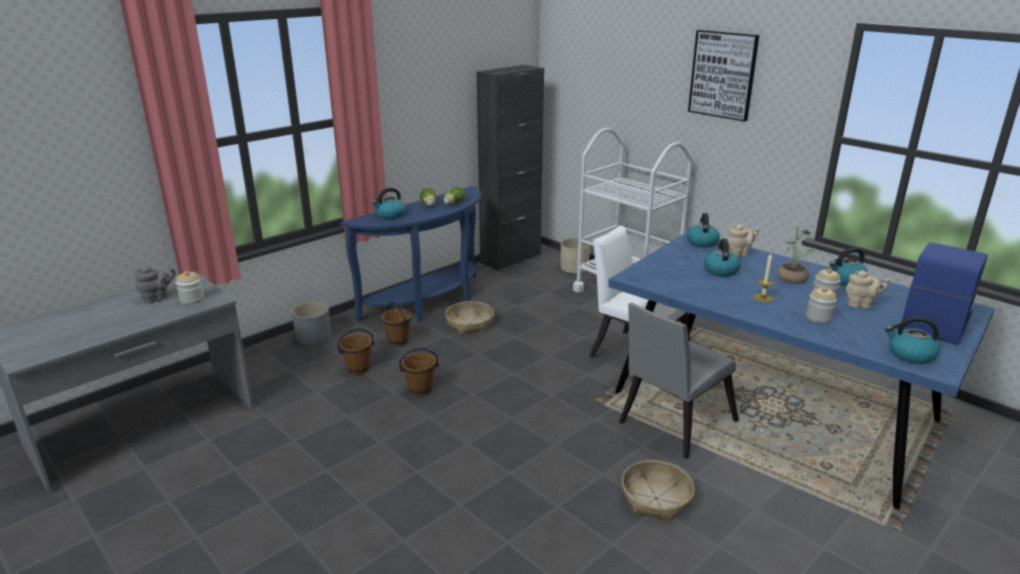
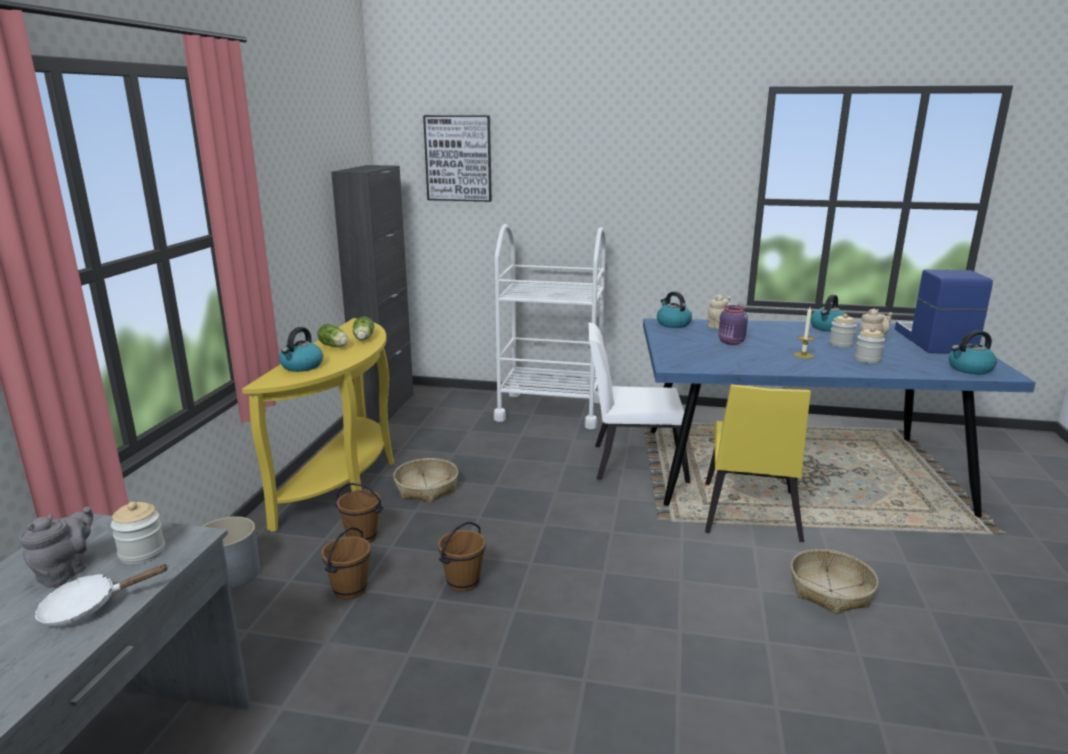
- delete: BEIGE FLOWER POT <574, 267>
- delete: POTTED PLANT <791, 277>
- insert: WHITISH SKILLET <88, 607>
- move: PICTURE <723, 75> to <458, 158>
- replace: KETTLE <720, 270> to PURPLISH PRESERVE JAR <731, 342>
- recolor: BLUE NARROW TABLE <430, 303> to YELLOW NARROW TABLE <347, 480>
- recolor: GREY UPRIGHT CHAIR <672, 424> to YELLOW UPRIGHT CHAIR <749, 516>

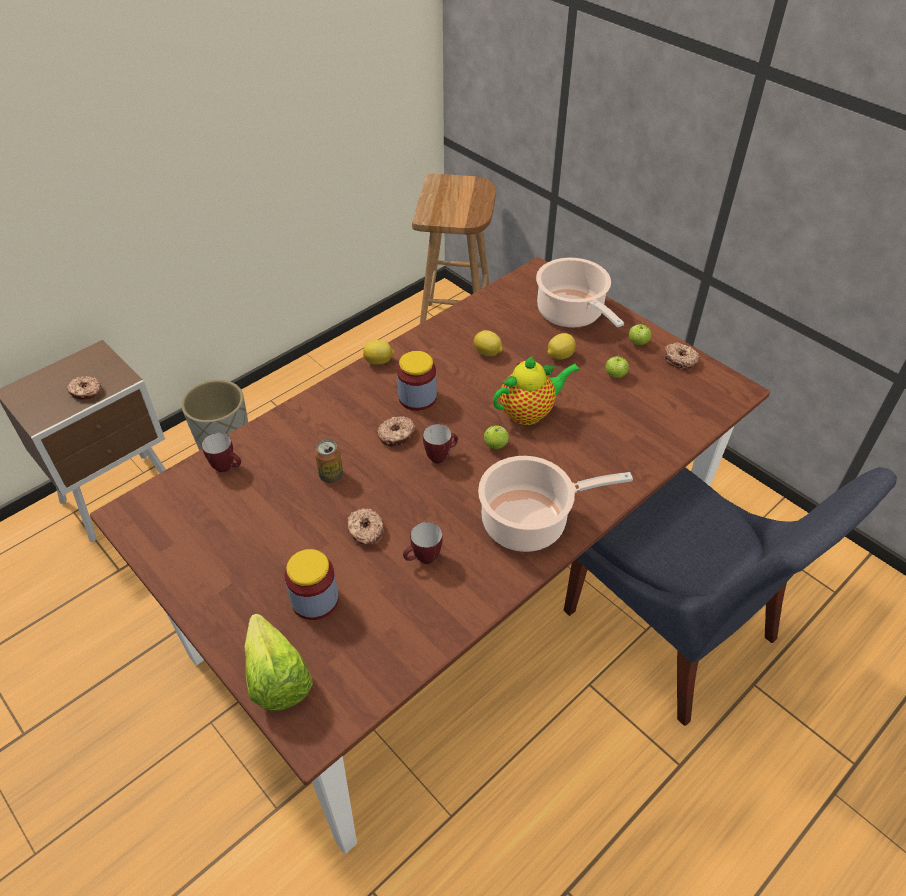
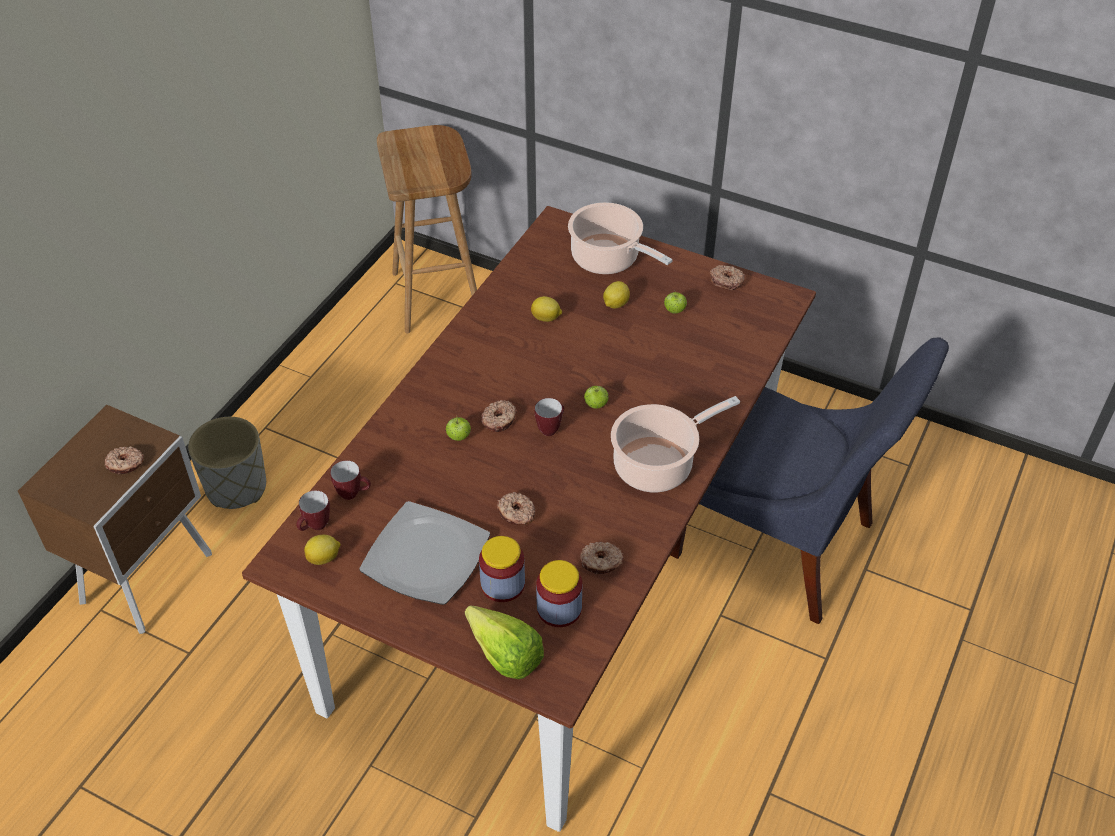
- delete: METAL CAN <331, 475>
- delete: TEAPOT <529, 412>
- insert: DINNER PLATE <427, 556>
- insert: RING DOUGHNUT <601, 562>
- move: WHOLE LEMON <379, 361> to <324, 558>
- move: PRESERVE JAR <417, 397> to <559, 609>
- move: MUG <423, 560> to <315, 527>
- move: WHOLE APPLE <638, 343> to <458, 437>

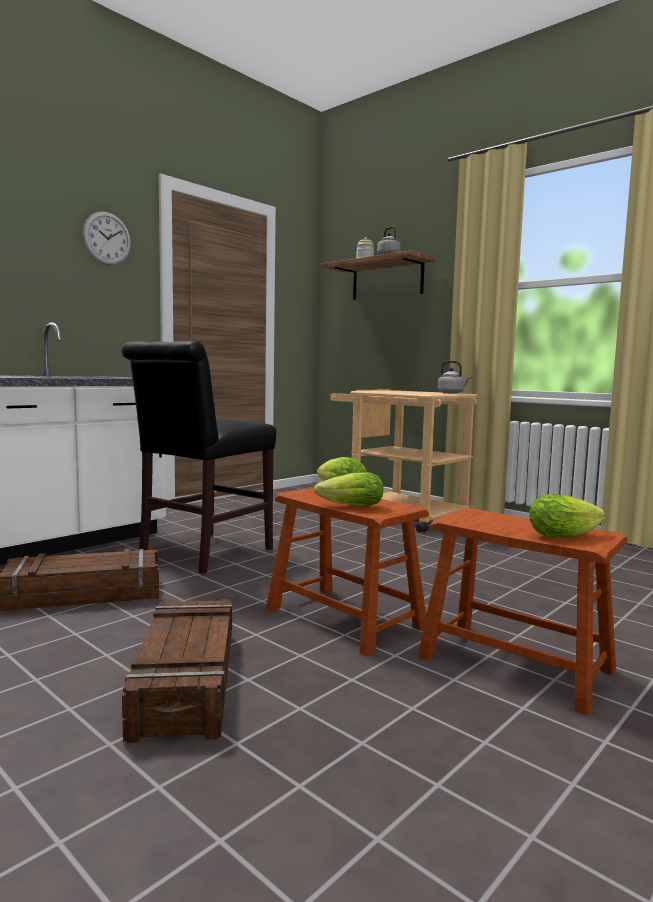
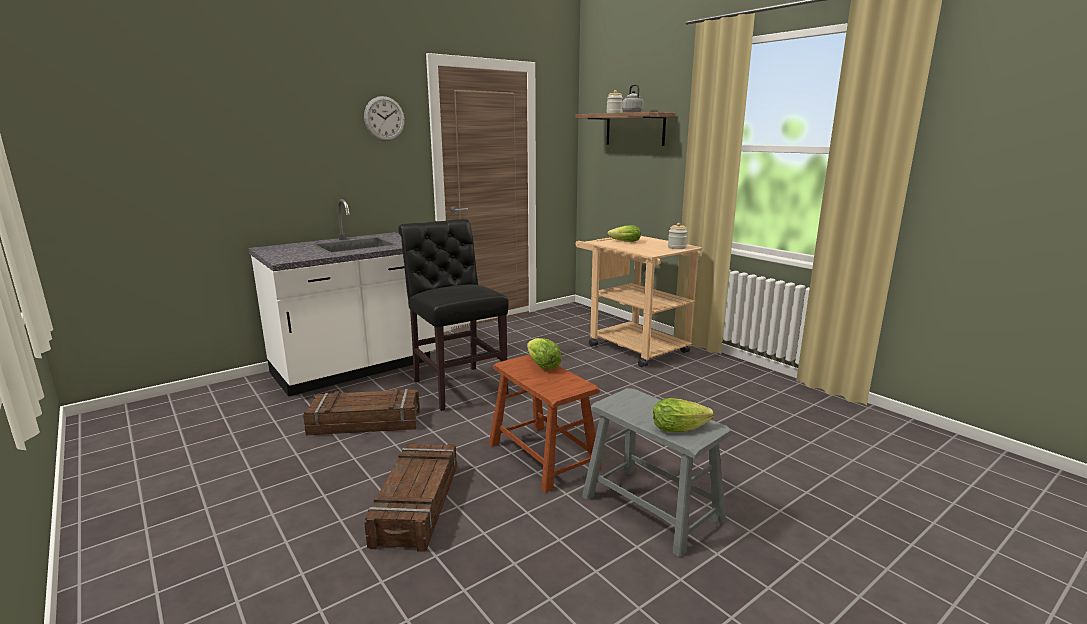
- move: LETTUCE HEAD <347, 506> to <623, 241>
- replace: GREY KETTLE <452, 393> to PRESERVE JAR <677, 247>
- recolor: BROWNISH SITTING STOOL <515, 663> to GREY SITTING STOOL <651, 508>
- rotate: BLACK UPRIGHT CHAIR <201, 554> = <457, 386> 105 degrees clockwise

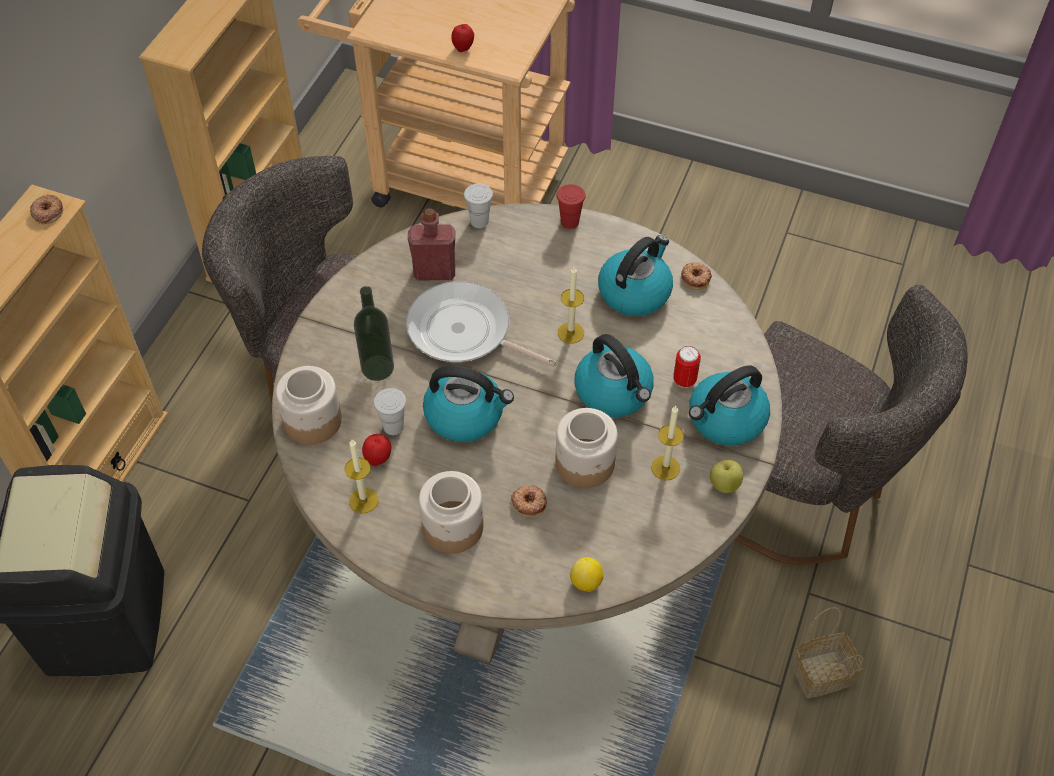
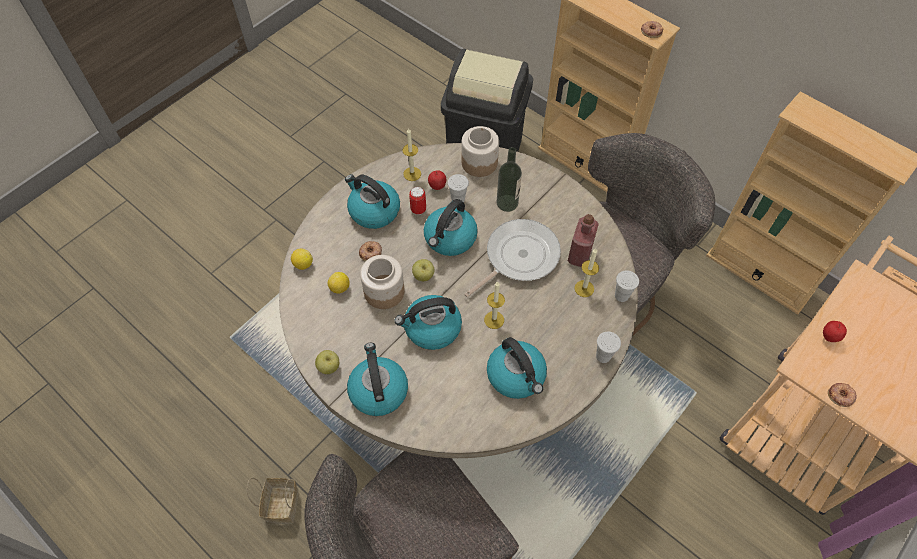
- insert: WHOLE LEMON <340, 288>
- insert: WHOLE APPLE <423, 276>
- move: WAX CANDLE <665, 468> to <584, 288>
- move: METAL CAN <684, 380> to <418, 209>
- move: RING DOUGHNUT <696, 278> to <841, 396>
- replace: PRESERVE JAR <453, 526> to KETTLE <373, 211>
- recolor: REDDISH SMALL CUP <570, 222> to WHITISH SMALL CUP <603, 356>

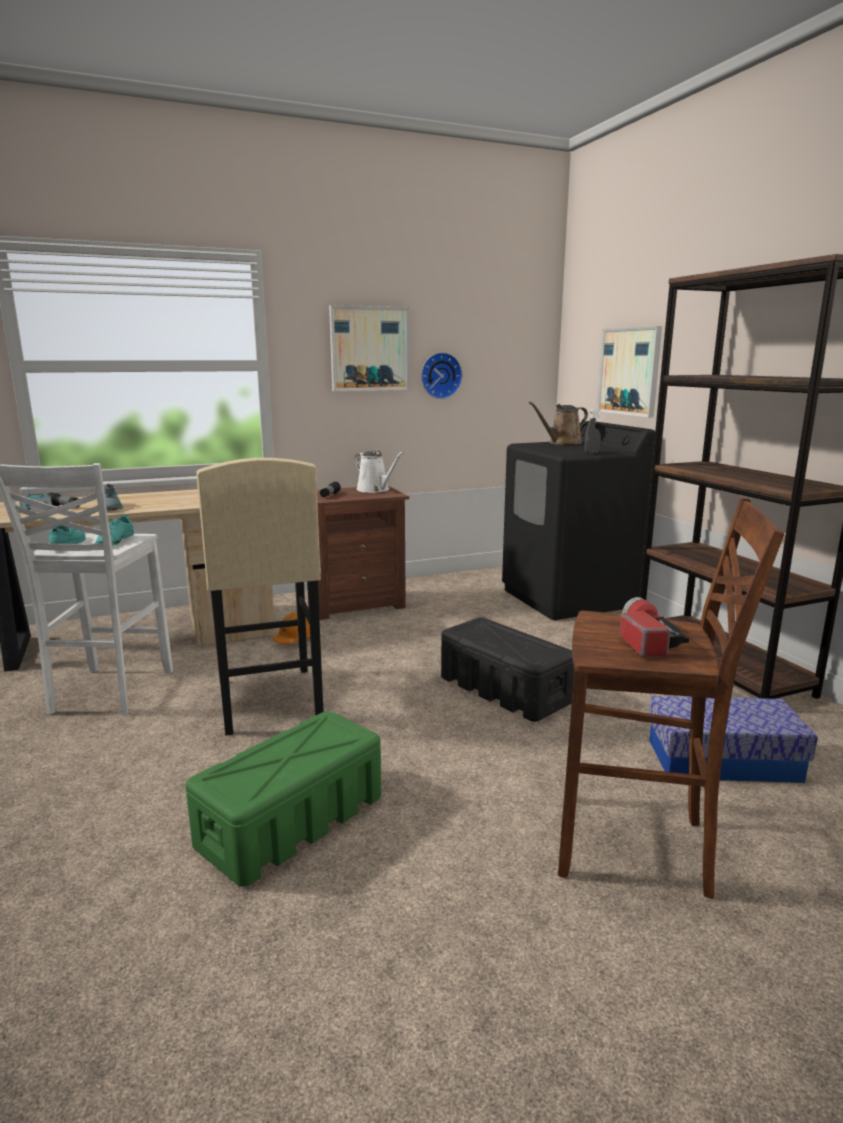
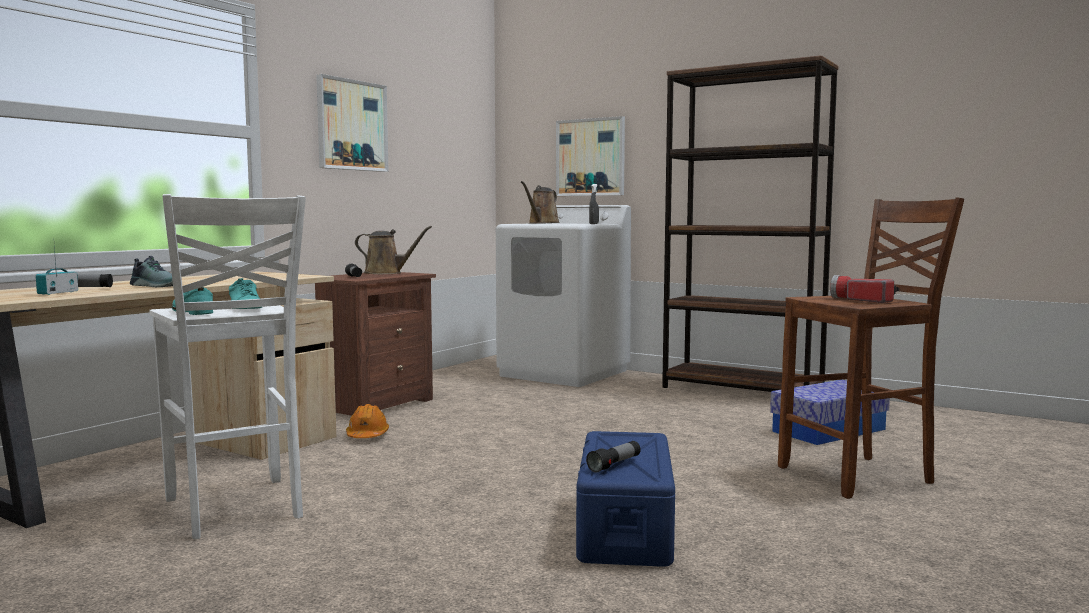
- delete: BEIGE SITTING STOOL <268, 700>
- delete: WALL CLOCK <440, 375>
- delete: BLACK STORAGE BOX <505, 690>
- insert: TORCH <614, 465>
- recolor: GREENISH STORAGE BOX <291, 821> to BLUE STORAGE BOX <625, 528>
- recolor: WHITISH SPRINKLING CAN <375, 490> to BROWNISH SPRINKLING CAN <386, 273>
- recolor: BLACK LAUNDRY APPLIANCE <568, 598> to WHITISH LAUNDRY APPLIANCE <564, 373>

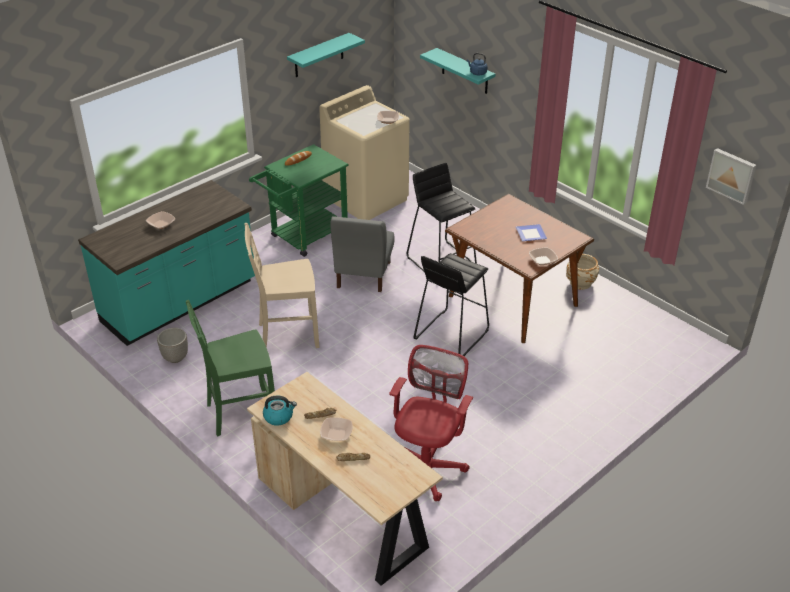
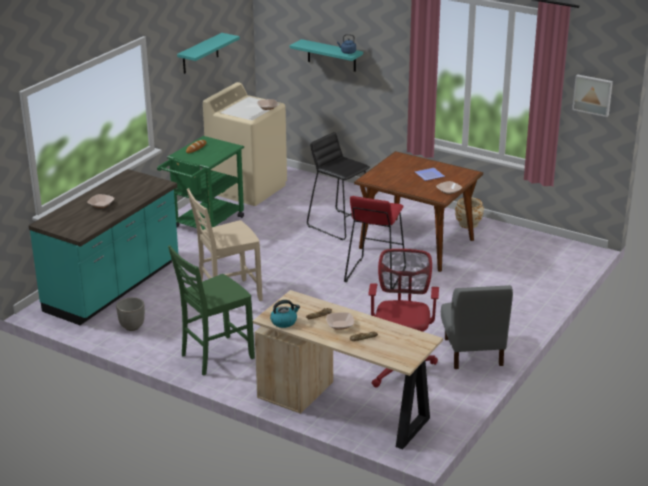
- move: GREY UPRIGHT CHAIR <363, 275> to <473, 352>
- recolor: BLACK SITTING STOOL <451, 335> to REDDISH SITTING STOOL <375, 275>

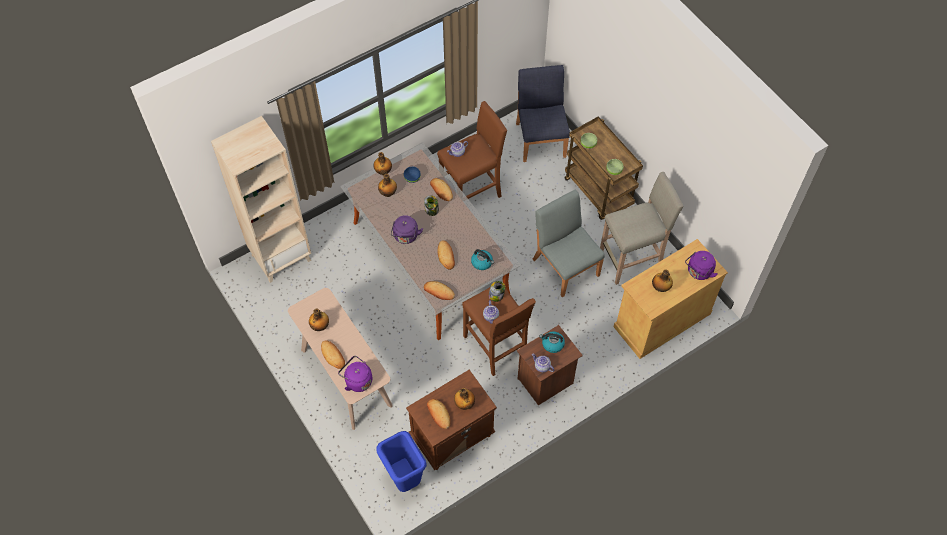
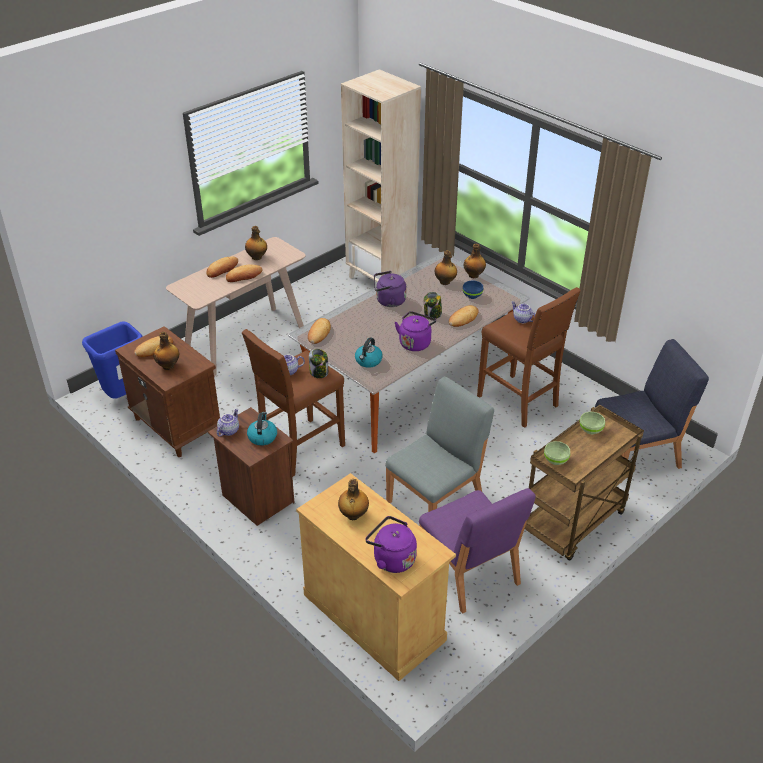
- move: PURPLISH KETTLE <357, 380> to <415, 342>
- move: BAKERY BREAD <446, 256> to <244, 276>
- replace: BEIGE SITTING STOOL <632, 260> to PURPLISH UPRIGHT CHAIR <469, 572>

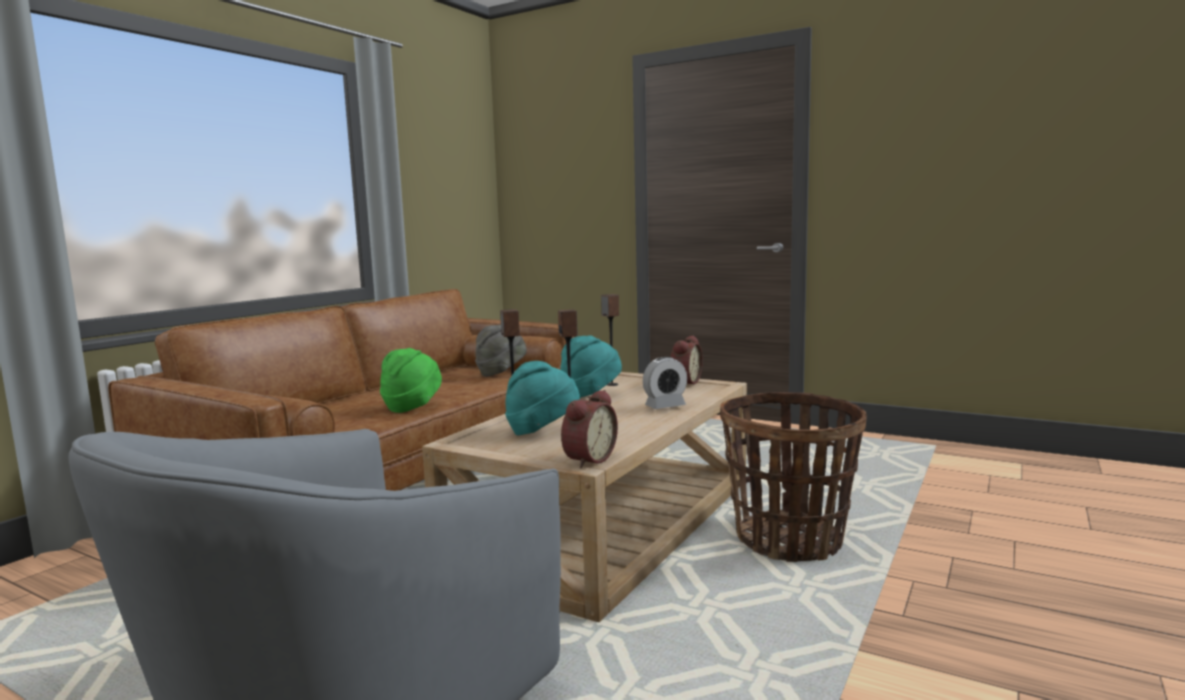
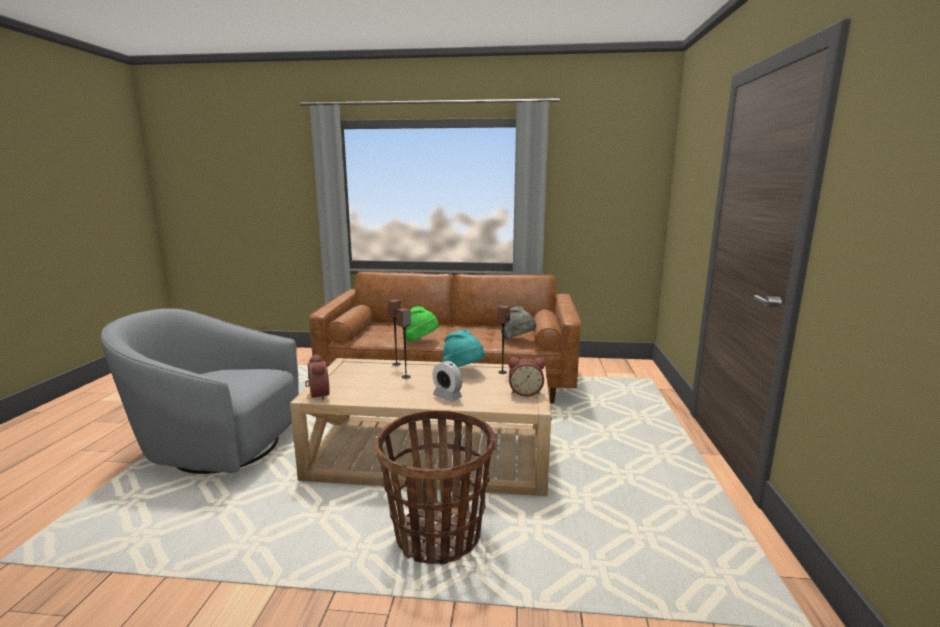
- delete: BLUE-GREEN WEARABLE HAT <542, 432>
- rotate: ALARM CLOCK <587, 459> = <317, 395> 120 degrees counterclockwise

